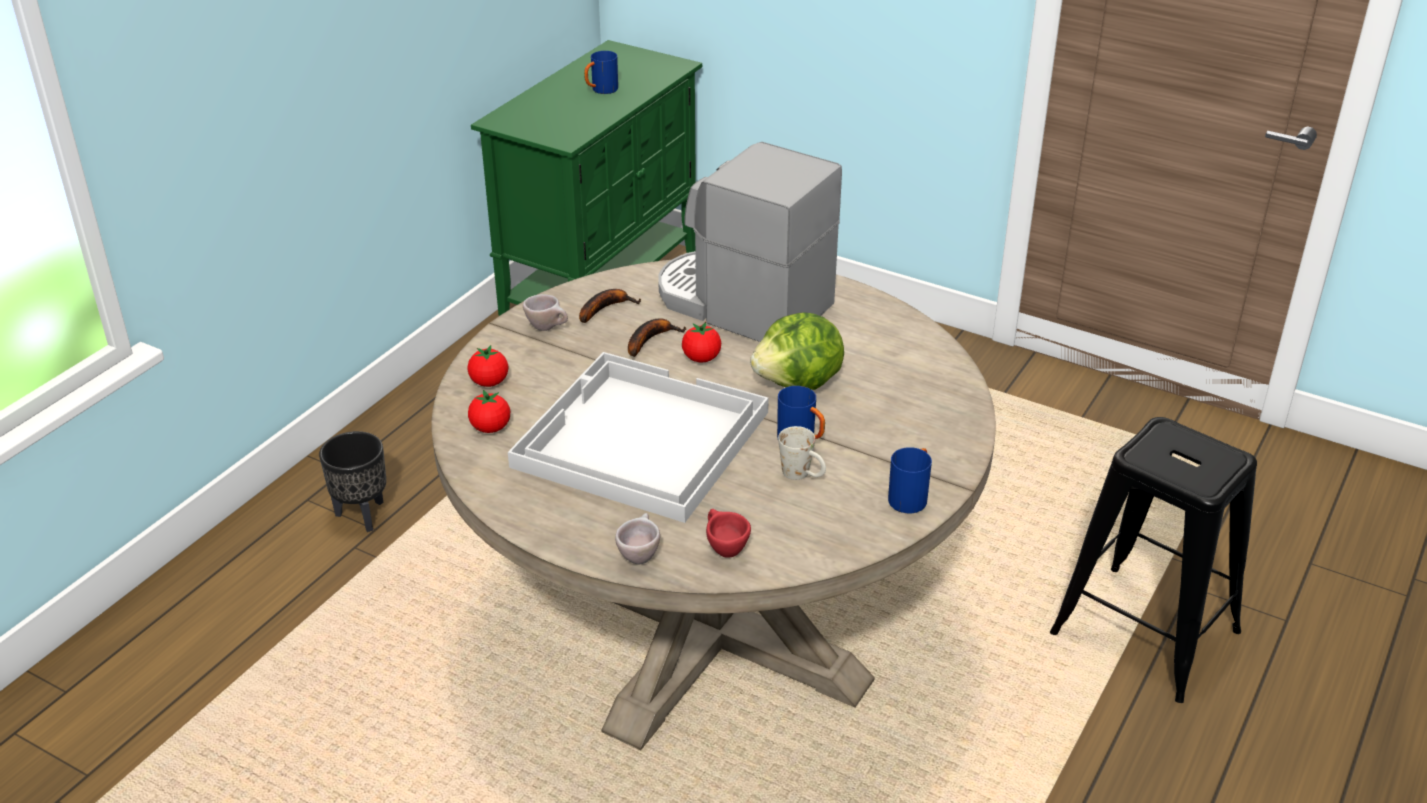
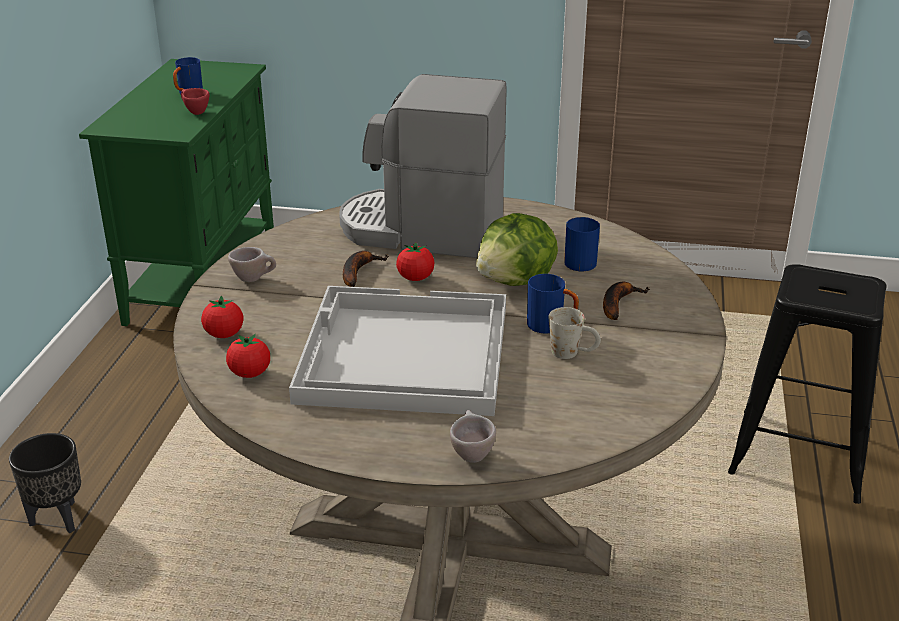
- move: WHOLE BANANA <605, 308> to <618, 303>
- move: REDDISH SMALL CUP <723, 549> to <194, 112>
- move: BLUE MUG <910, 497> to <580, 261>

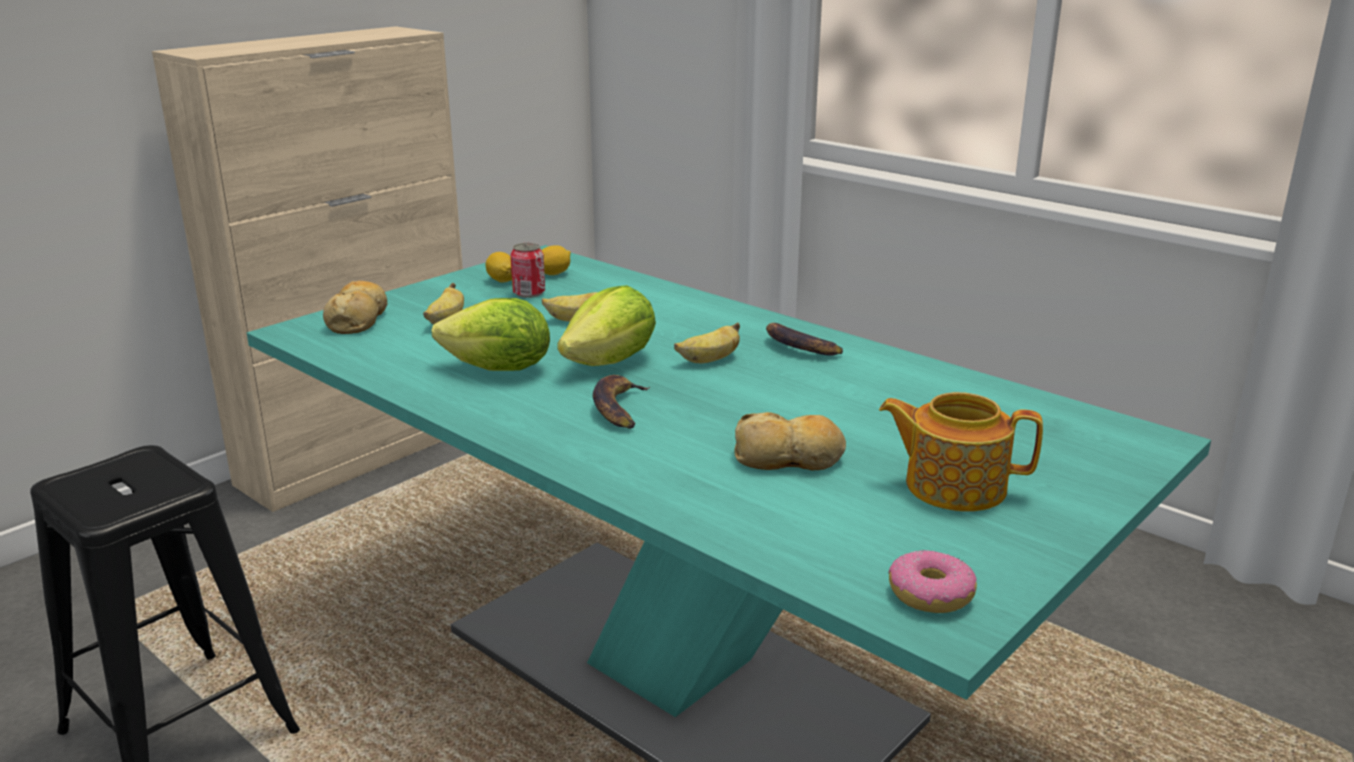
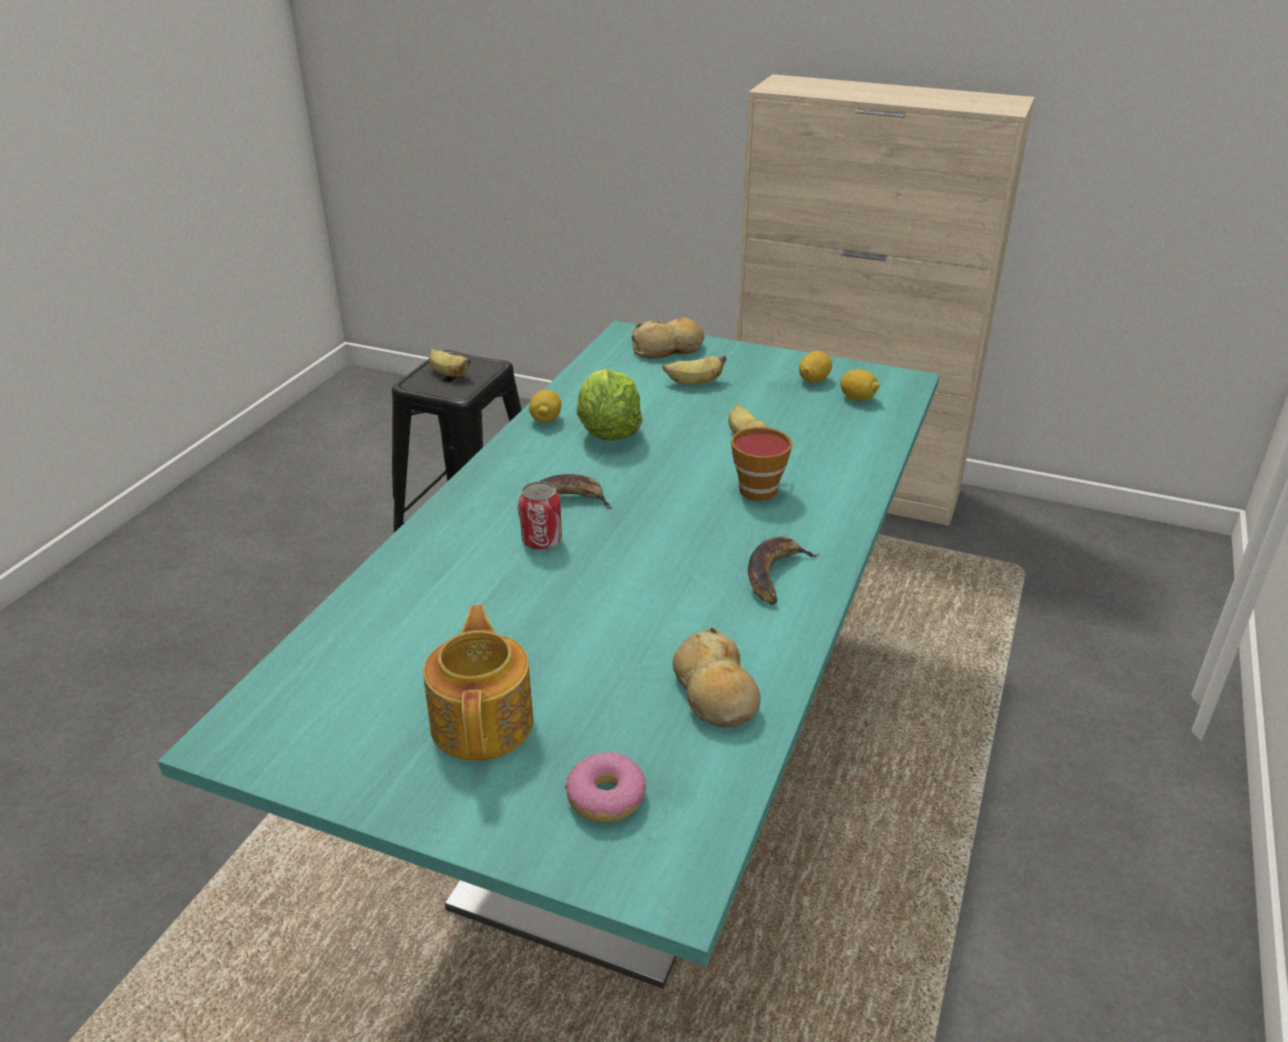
- delete: LETTUCE HEAD <611, 362>
- insert: WHOLE LEMON <546, 420>
- insert: SMALL CUP <760, 488>
- move: METAL CAN <529, 293> to <542, 541>
- move: WHOLE BANANA <709, 360> to <448, 374>
- move: BAKERY BREAD <789, 458> to <715, 693>
- move: RING DOUGHNUT <931, 594> to <606, 798>

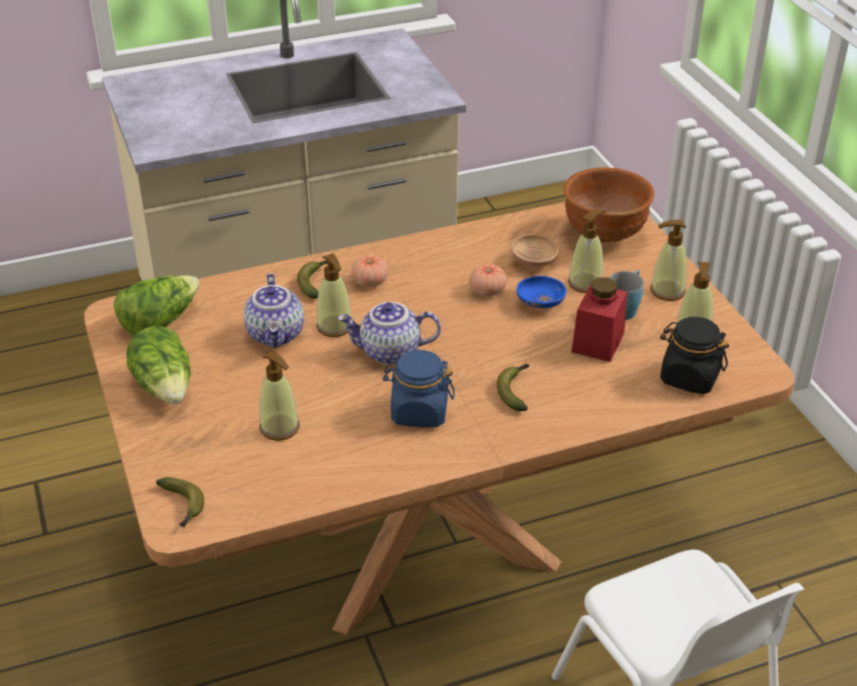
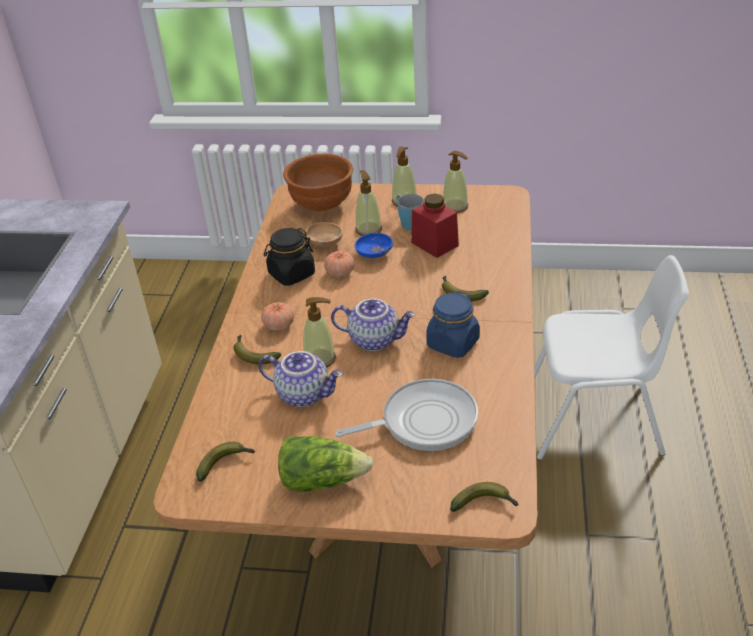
- move: BLACK PRESERVE JAR <689, 377> to <291, 274>
- replace: LETTUCE HEAD <159, 322> to WHOLE BANANA <226, 463>
- replace: SOAP BOTTLE <280, 428> to SKILLET <423, 421>
- rotate: TEAPOT <389, 353> = <375, 339> 105 degrees counterclockwise

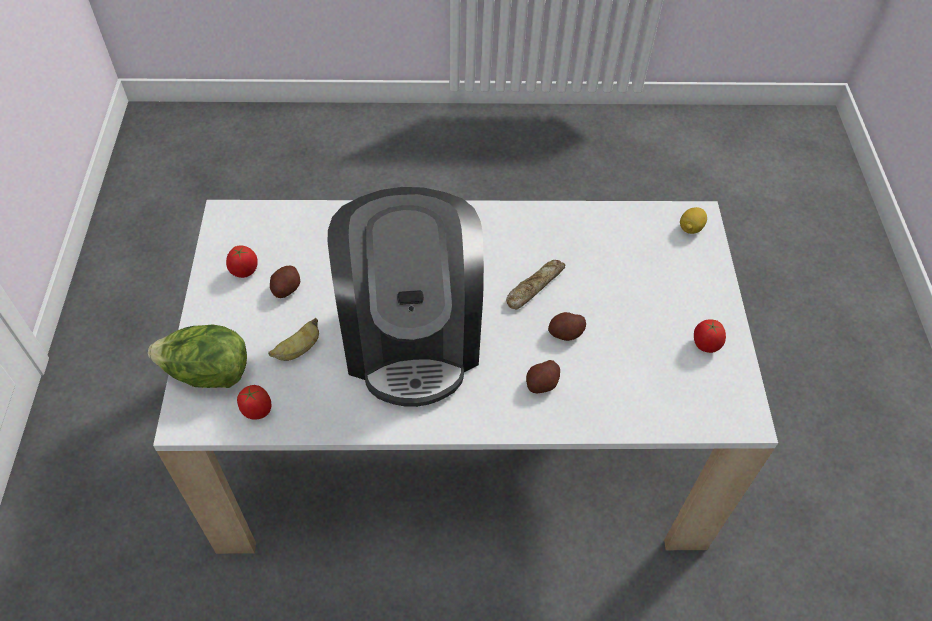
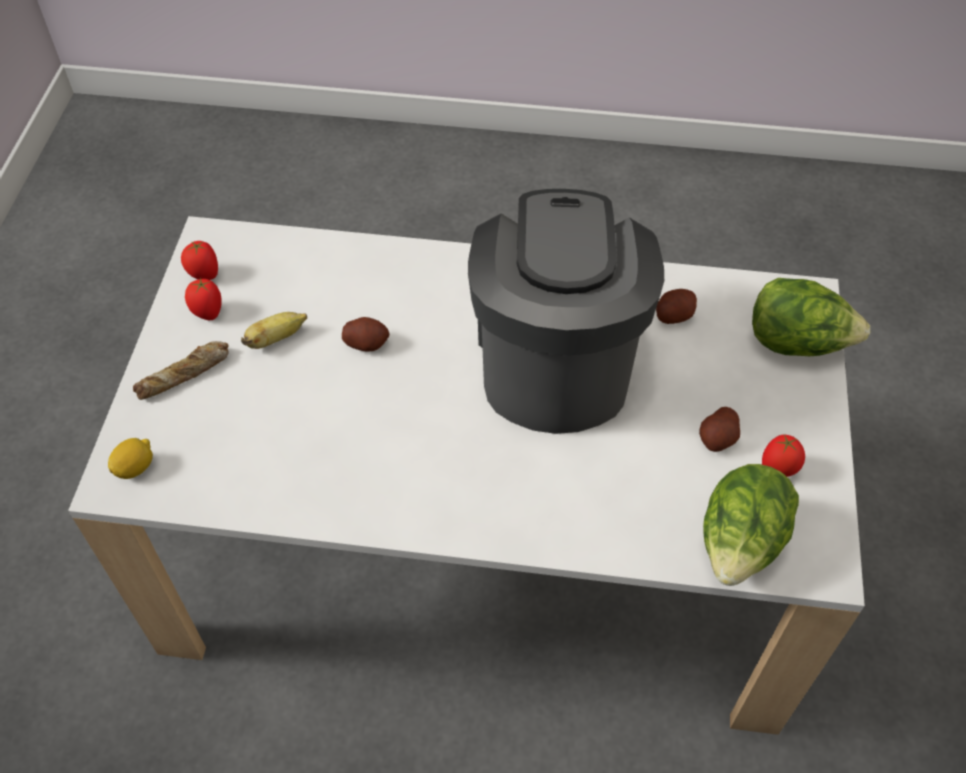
- insert: LETTUCE HEAD <740, 544>
- move: TOMATO <257, 411> to <204, 275>
- move: WHOLE BANANA <298, 350> to <276, 339>
- move: BAKERY BREAD <534, 286> to <185, 375>
- move: WHOLE POTATO <542, 383> to <674, 315>

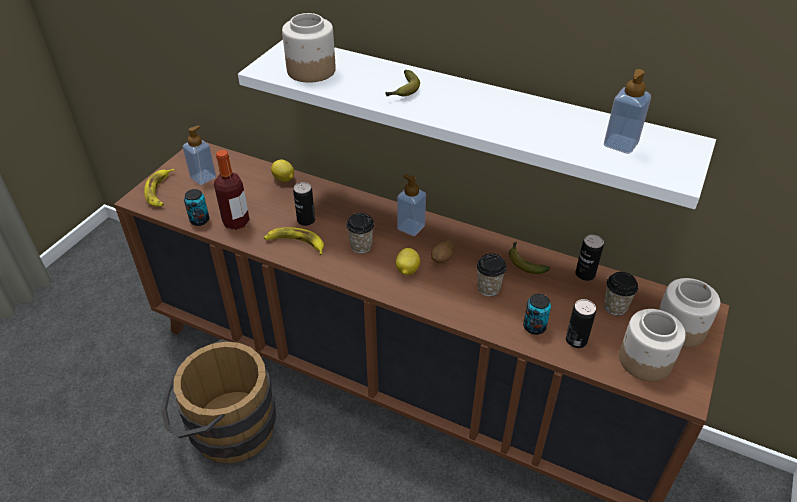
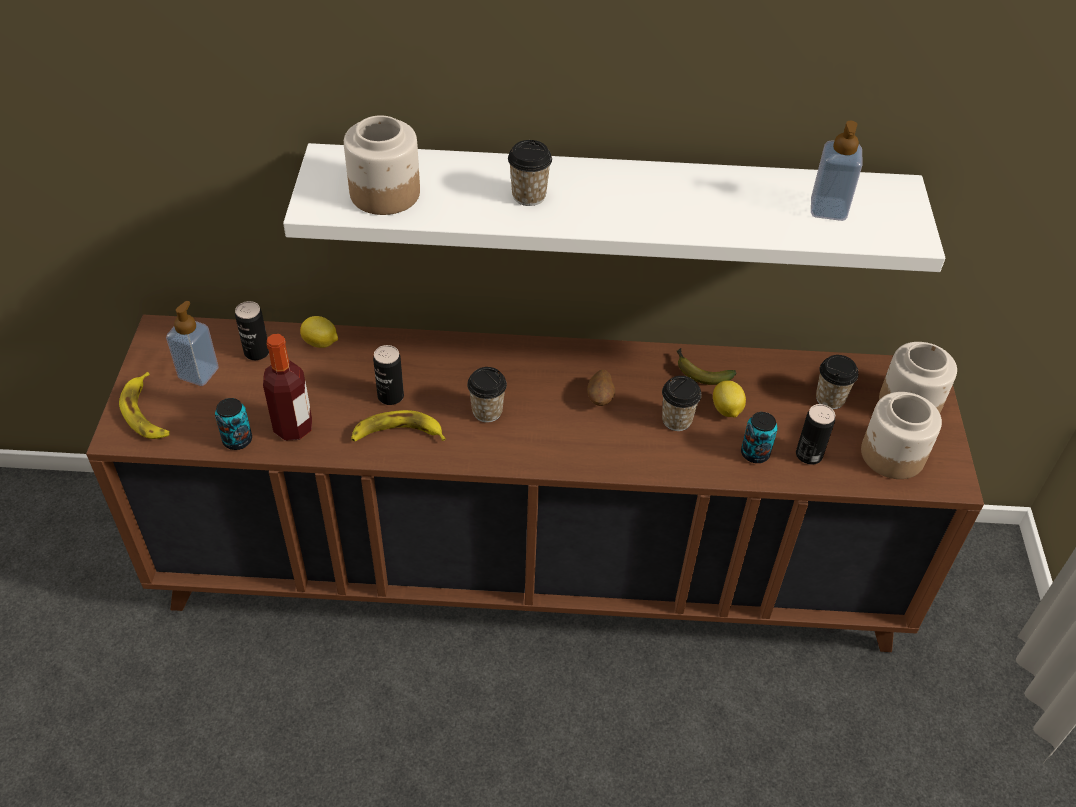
- delete: BROWNISH PAIL <225, 428>
- delete: SOAP BOTTLE <411, 227>
- move: WHOLE LEMON <407, 270> to <726, 410>
- move: METAL CAN <585, 274> to <257, 352>
- replace: WHOLE BANANA <403, 91> to SMALL CUP <529, 196>

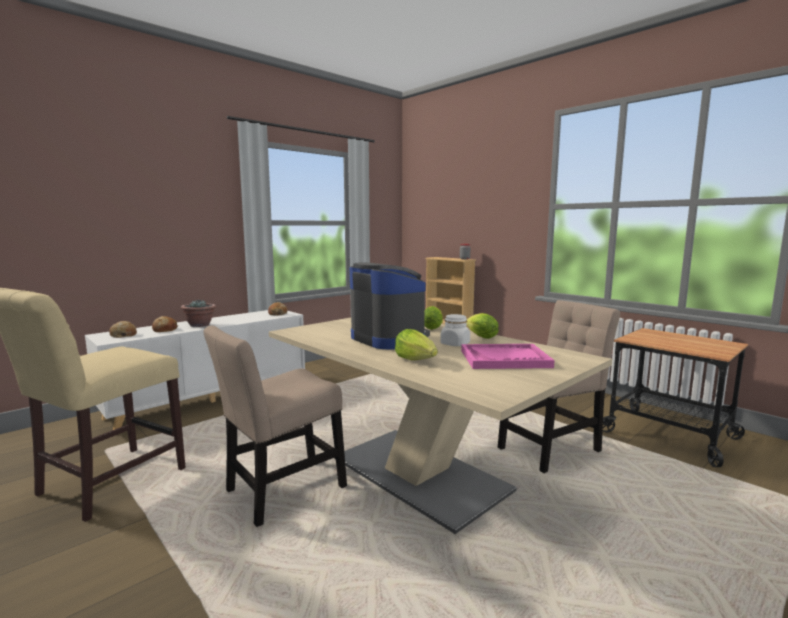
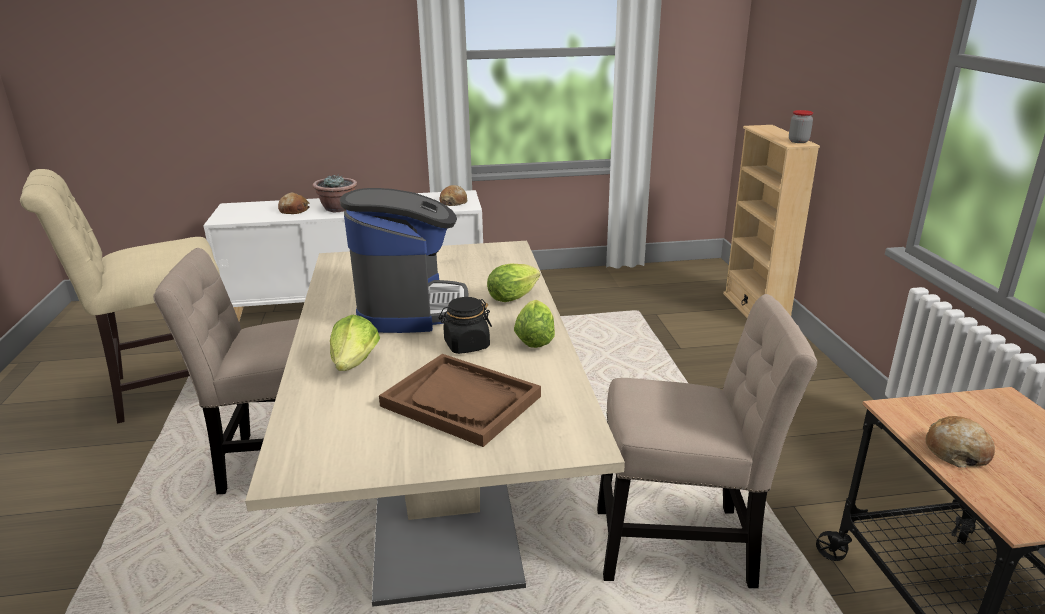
- move: BAKERY BREAD <123, 335> to <956, 451>
- recolor: WHITISH PRESERVE JAR <455, 344> to BLACK PRESERVE JAR <466, 345>
- recolor: PINKISH SERVING TRAY <504, 359> to BROWNISH SERVING TRAY <461, 401>

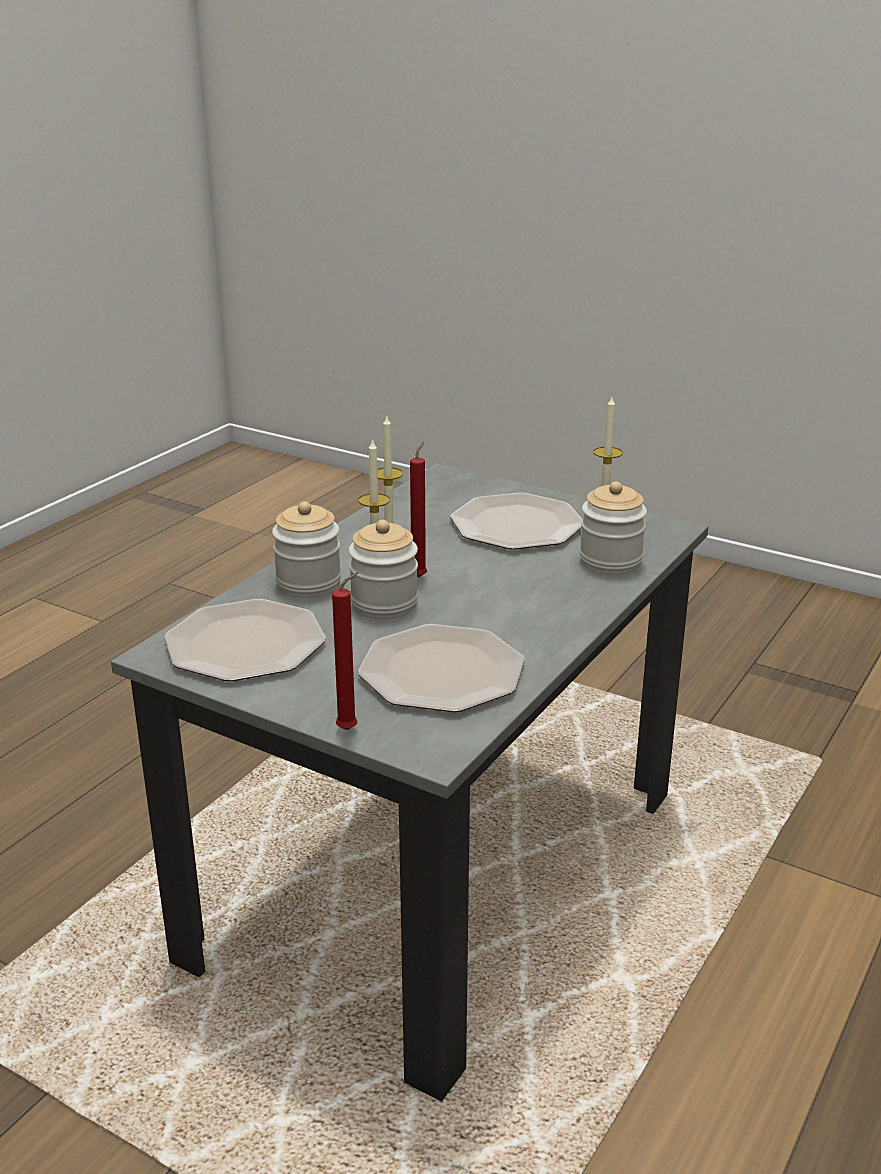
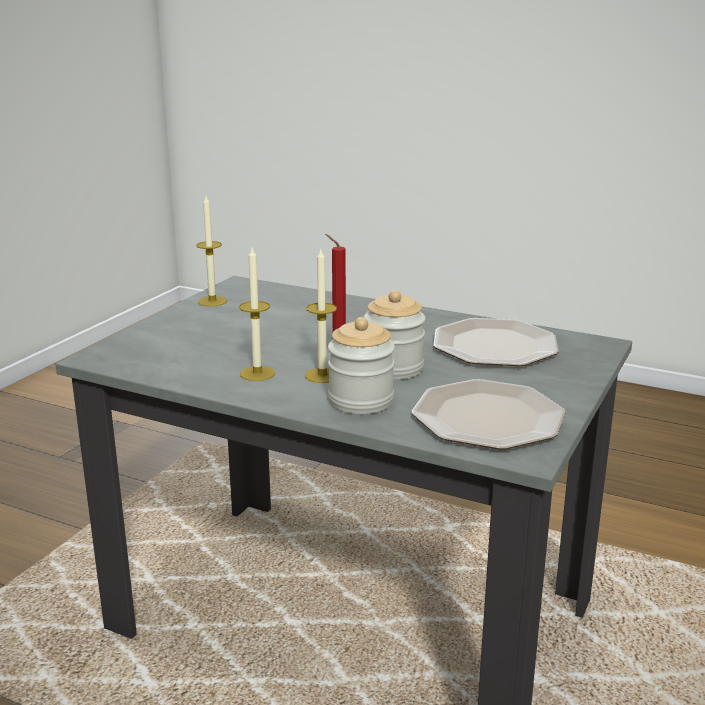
- delete: REDDISH WAX CANDLE <350, 729>
- delete: DINNER PLATE <516, 524>
- delete: PRESERVE JAR <610, 561>

